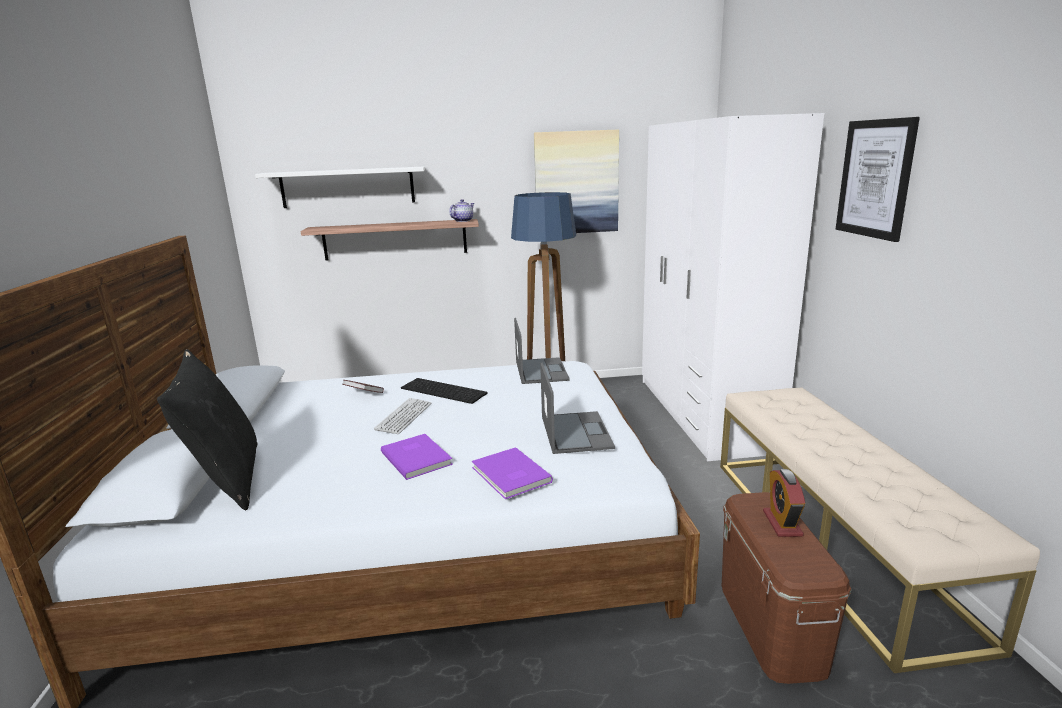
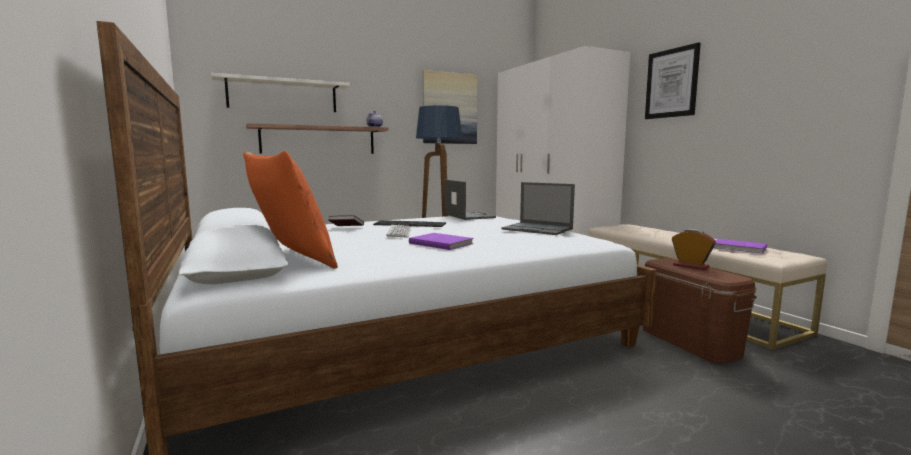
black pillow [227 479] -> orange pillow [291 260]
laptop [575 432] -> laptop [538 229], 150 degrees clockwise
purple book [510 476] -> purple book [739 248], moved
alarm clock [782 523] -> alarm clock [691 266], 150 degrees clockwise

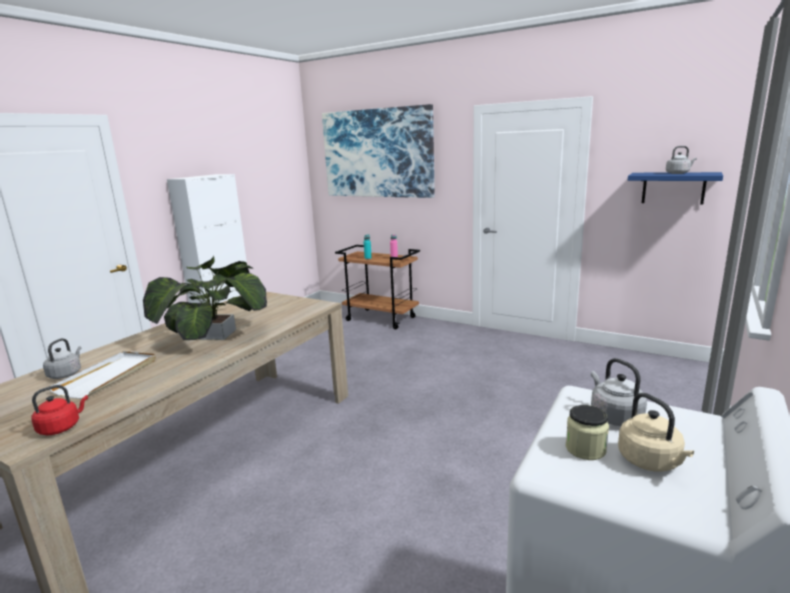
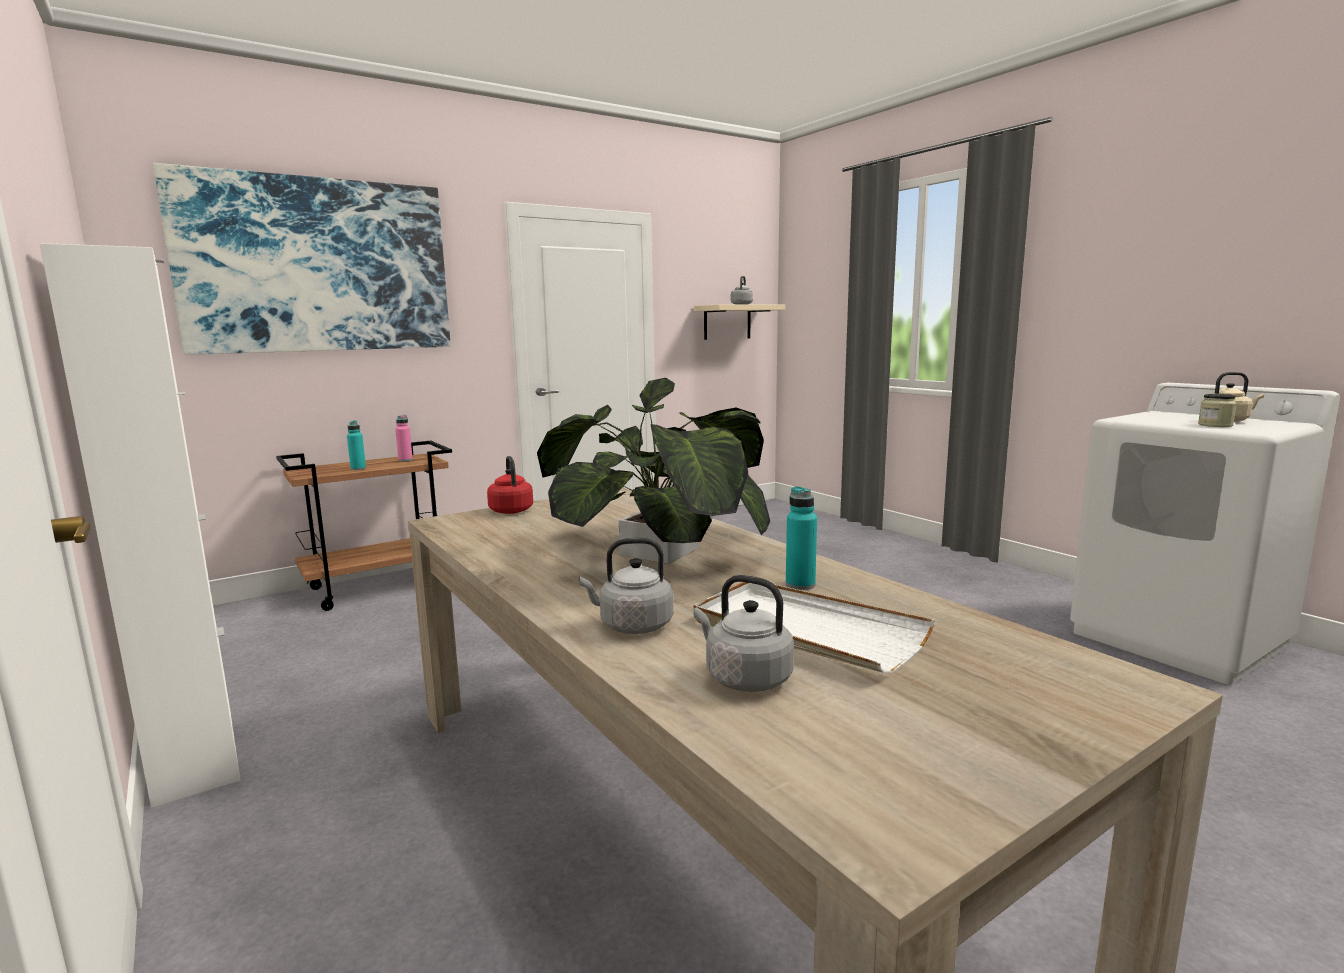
blue shelf [673 188] -> beige shelf [727 322]
grey kettle [614 416] -> grey kettle [632 626], moved
red kettle [61 427] -> red kettle [511 510], moved
none -> turquoise bottle [800 584]

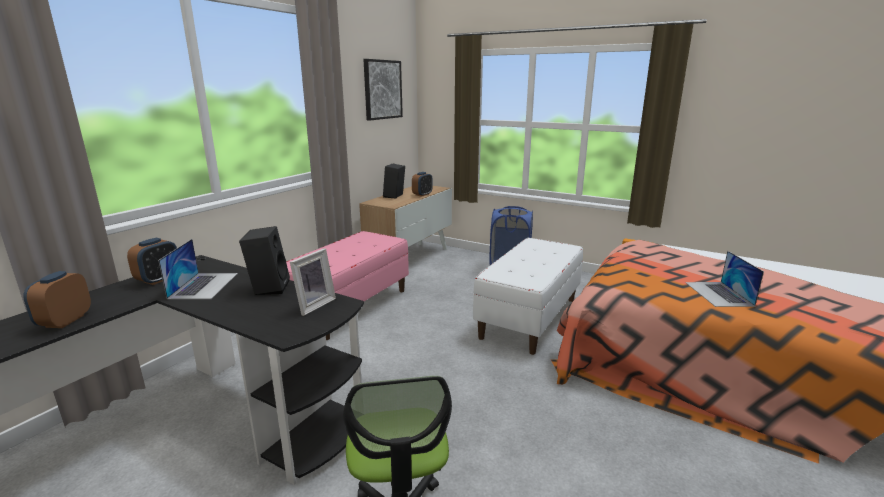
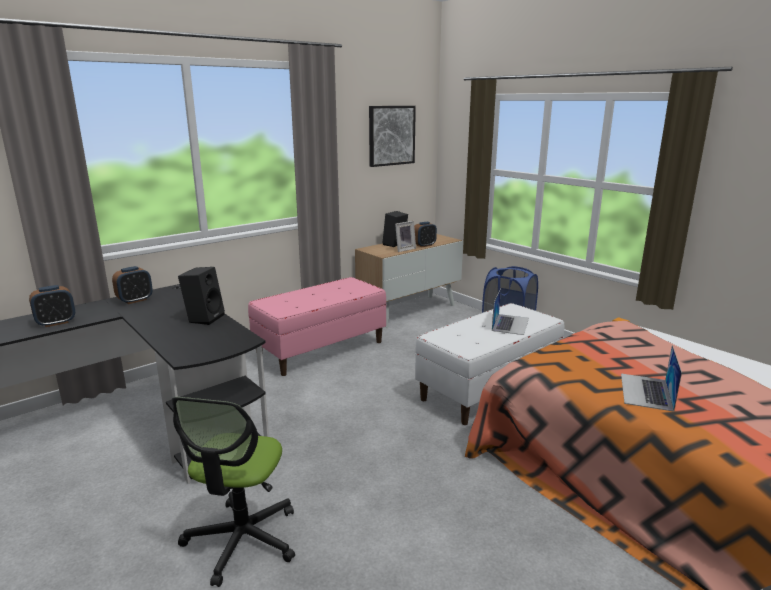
laptop [204 285] -> laptop [510 324], moved
picture frame [313 305] -> picture frame [404 249], moved
alarm clock [65 321] -> alarm clock [56 323], 150 degrees counterclockwise

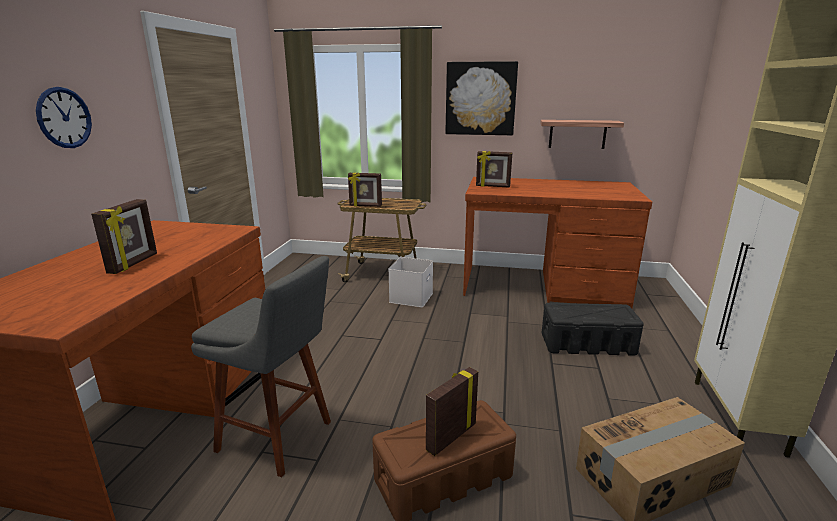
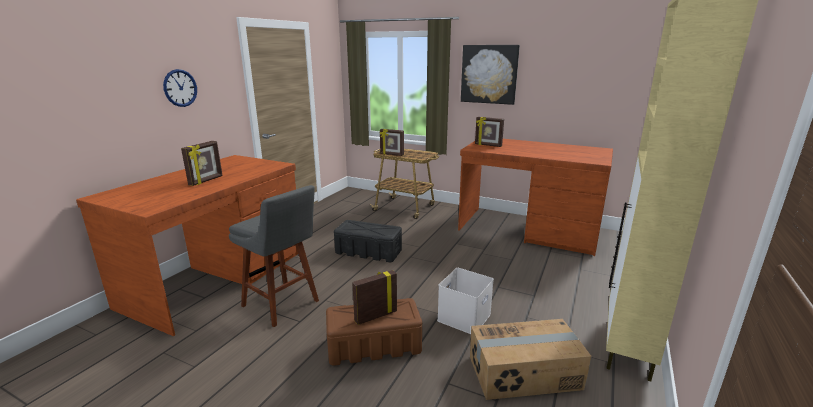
shelf [577 134] -> none
white storage box [411 298] -> white storage box [464 318], moved
black storage box [588 344] -> black storage box [369 252], moved

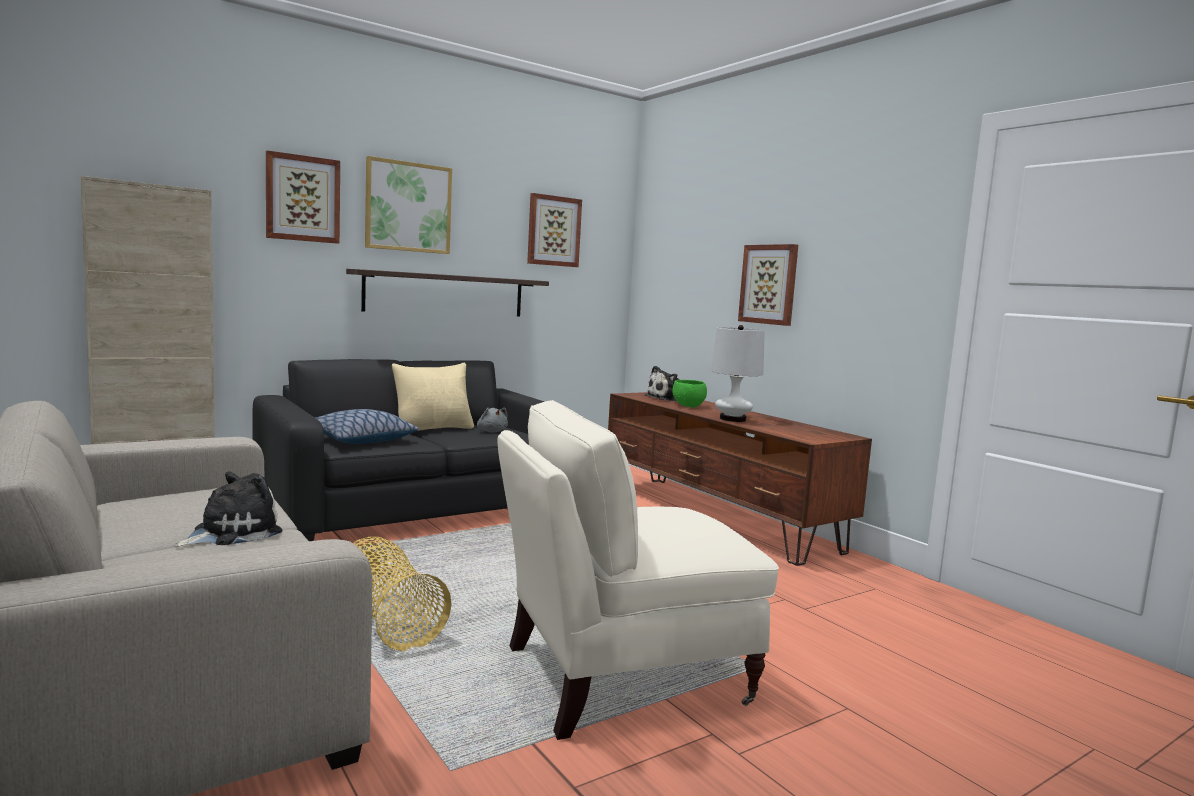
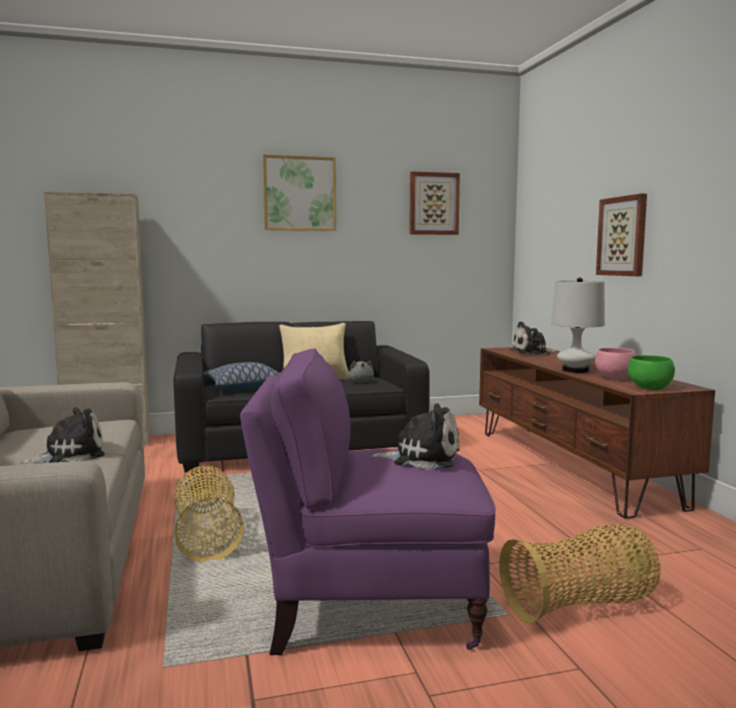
picture [302 198] -> none
shelf [445 294] -> none
green bowl [689 406] -> green bowl [650 389], moved
beige armchair [619 675] -> purple armchair [367 605]
none -> pink bowl [615 378]
none -> plush toy [422 458]
none -> basket [580 605]

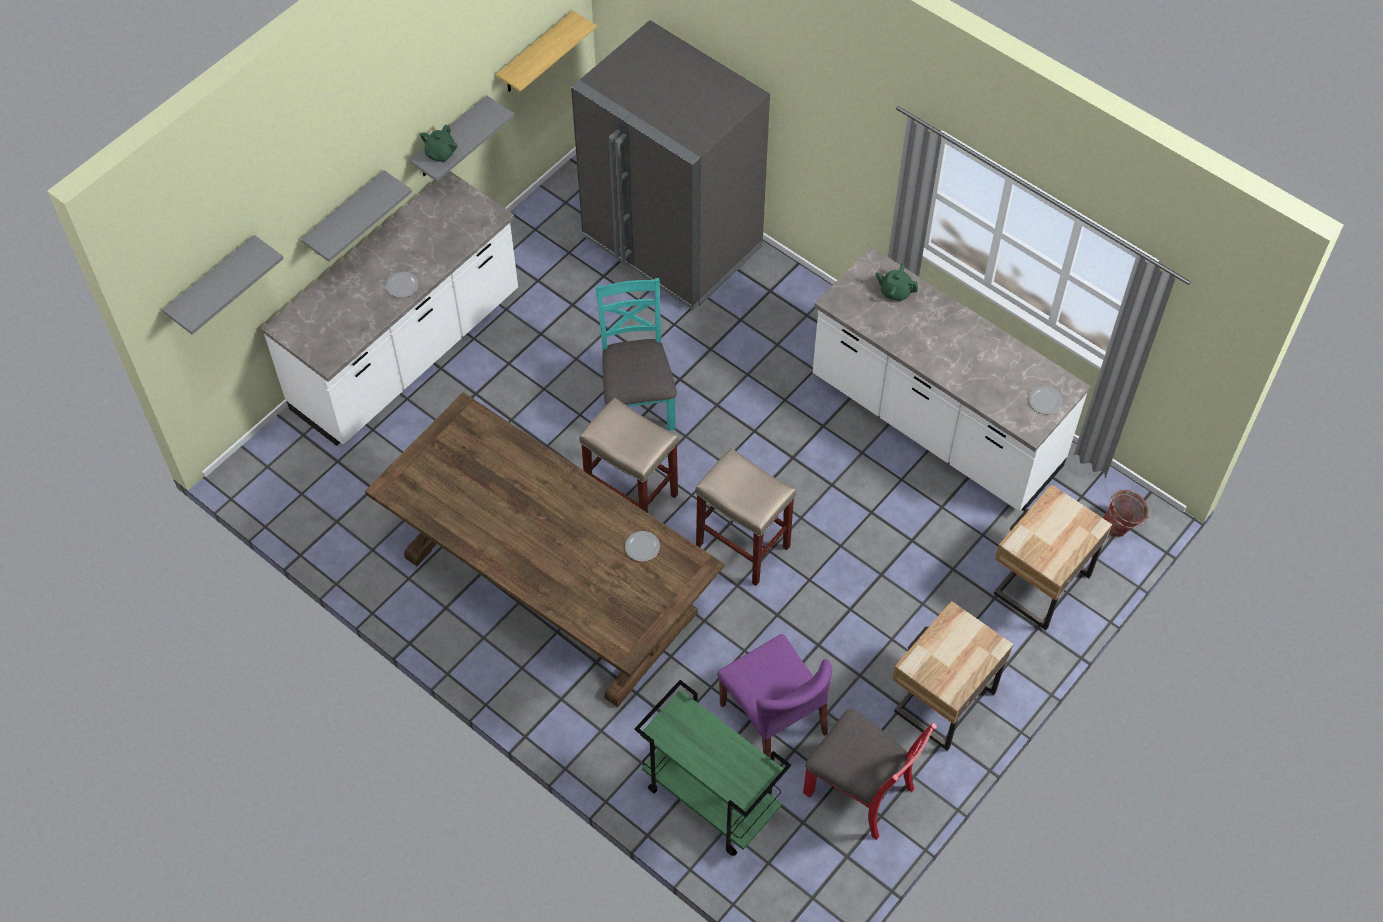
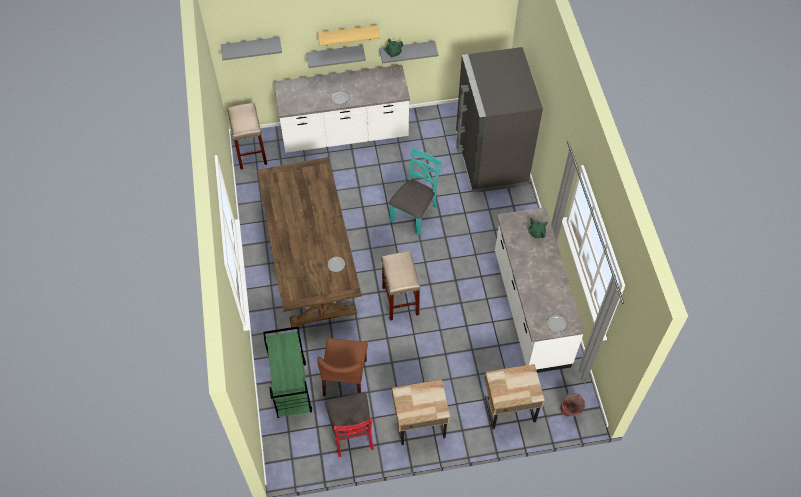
shelf [535 54] -> shelf [348 35], moved
beige stool [633 495] -> beige stool [251 153], moved
purple chair [774 719] -> brown chair [345 378]

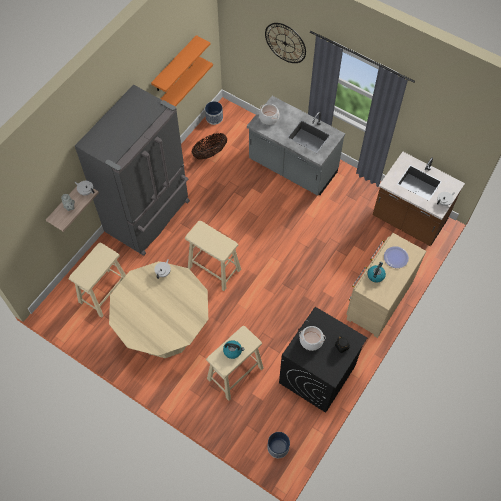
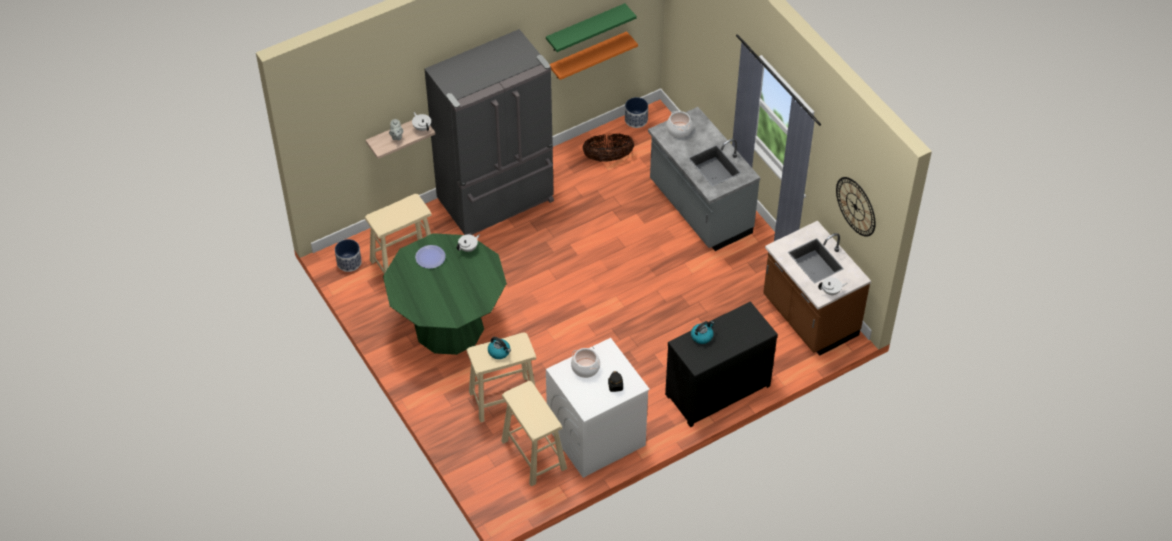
wall clock [285 43] -> wall clock [855 206], moved
orange shelf [174 65] -> green shelf [585 28]
beige stool [214 269] -> beige stool [534 455], moved
beige dresser [377 300] -> black dresser [715 388]
plate [396 257] -> plate [430 257], moved
beige dining table [165 332] -> green dining table [449 327]
black washing machine [317 375] -> white washing machine [596 437]
planter [278 447] -> planter [349 262], moved

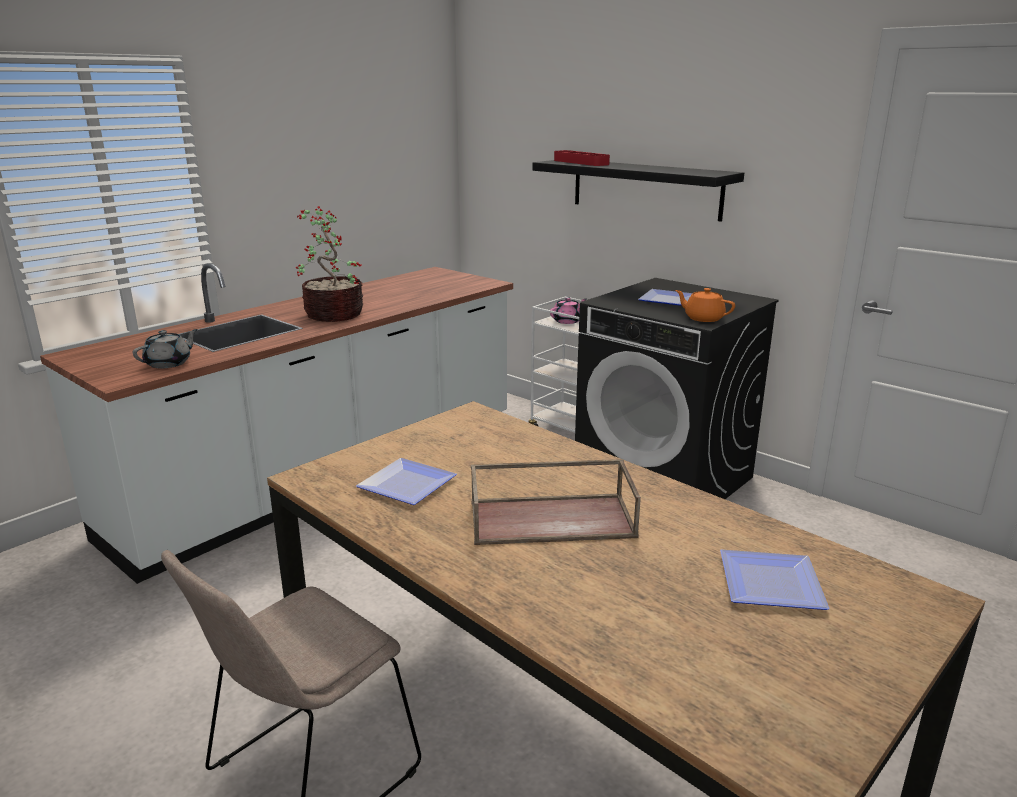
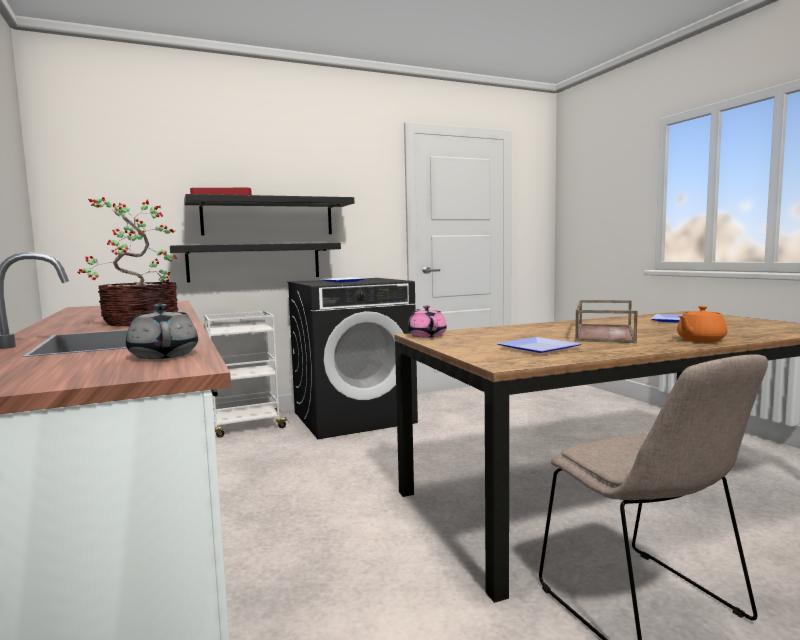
orange teapot [703 318] -> orange teapot [700 340], moved
pink teapot [567 321] -> pink teapot [427 335], moved
none -> black shelf [255 262]

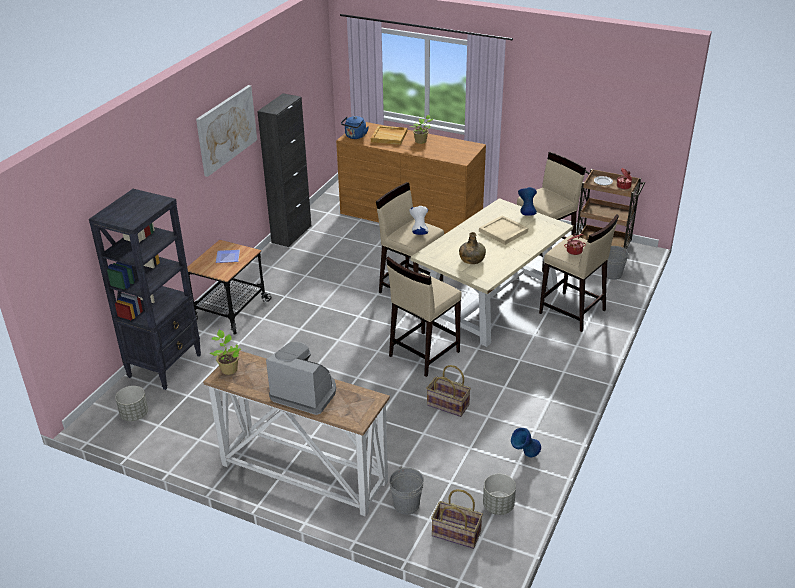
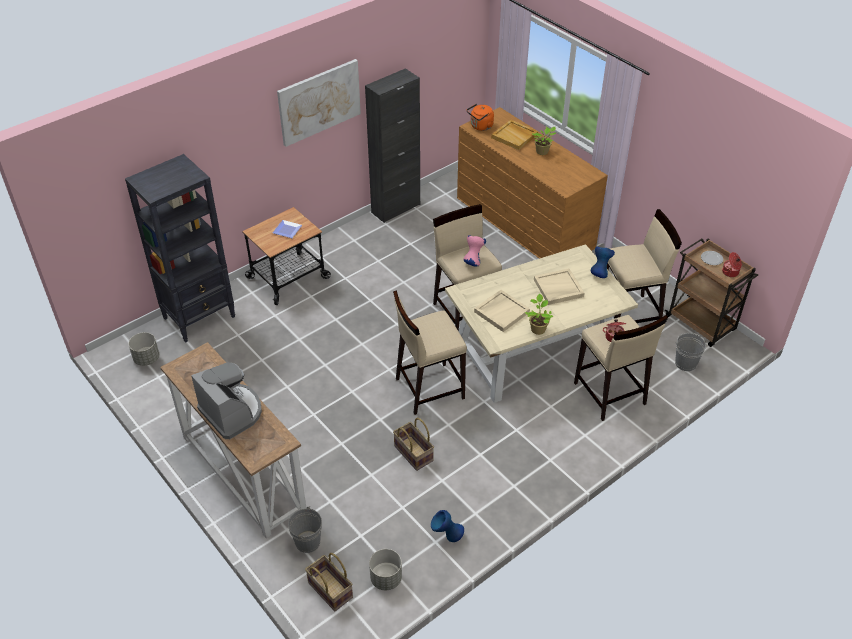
blue kettle [355 136] -> orange kettle [480 127]
white vase [419 232] -> pink vase [473 261]
green bottle [472 259] -> beige tray [501 312]
potted plant [228 369] -> potted plant [538 329], moved

